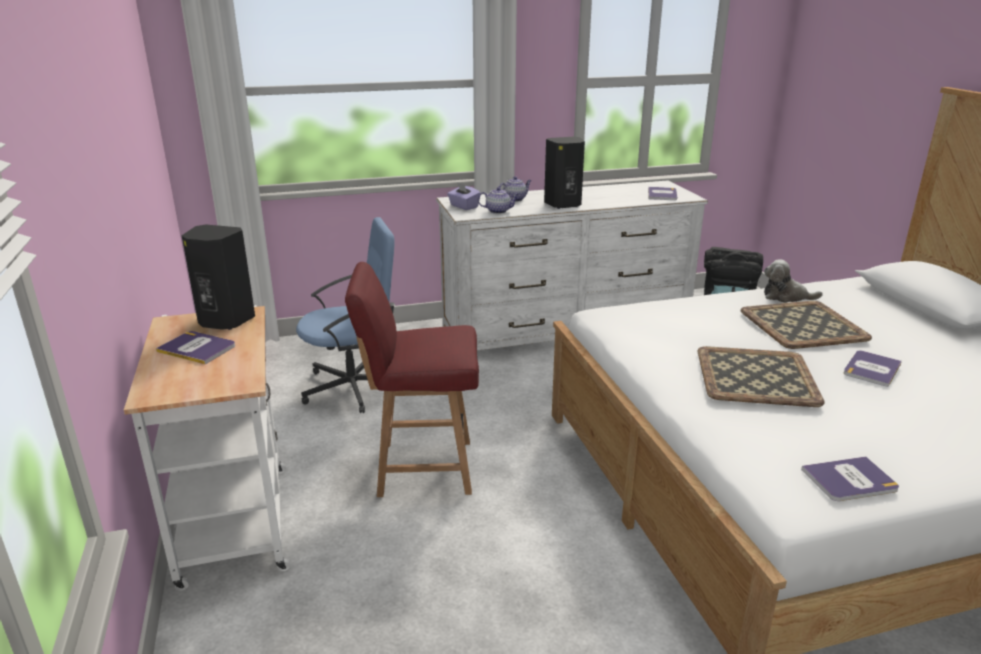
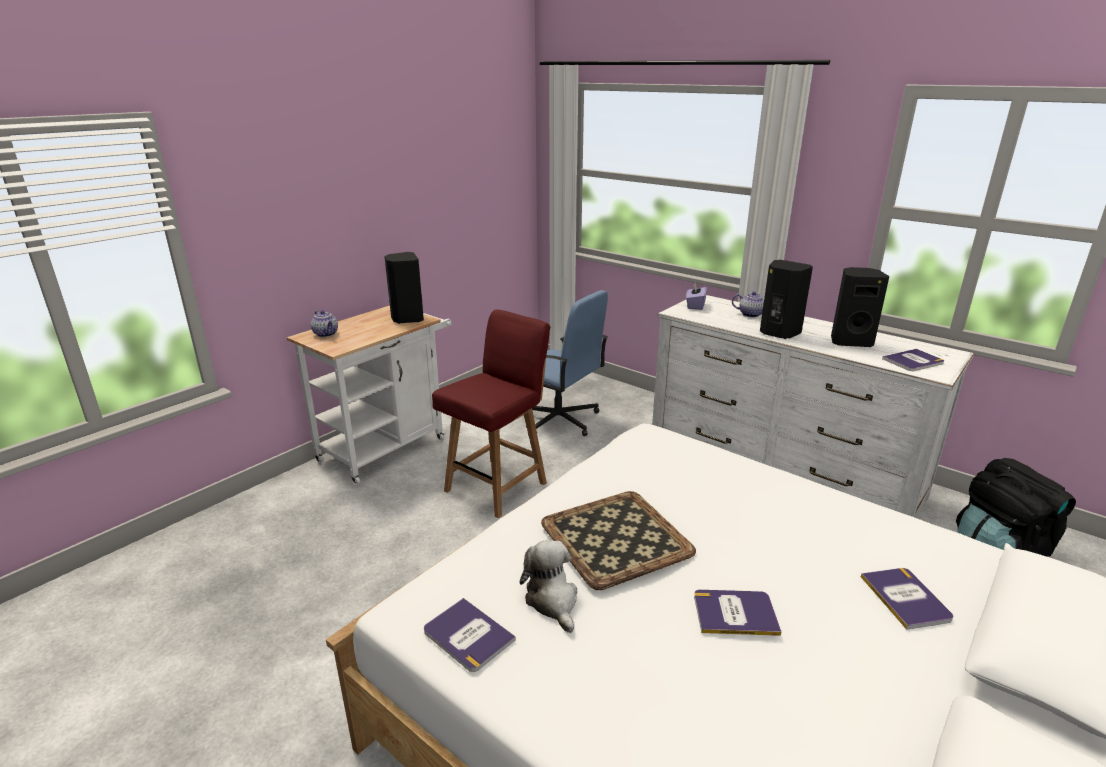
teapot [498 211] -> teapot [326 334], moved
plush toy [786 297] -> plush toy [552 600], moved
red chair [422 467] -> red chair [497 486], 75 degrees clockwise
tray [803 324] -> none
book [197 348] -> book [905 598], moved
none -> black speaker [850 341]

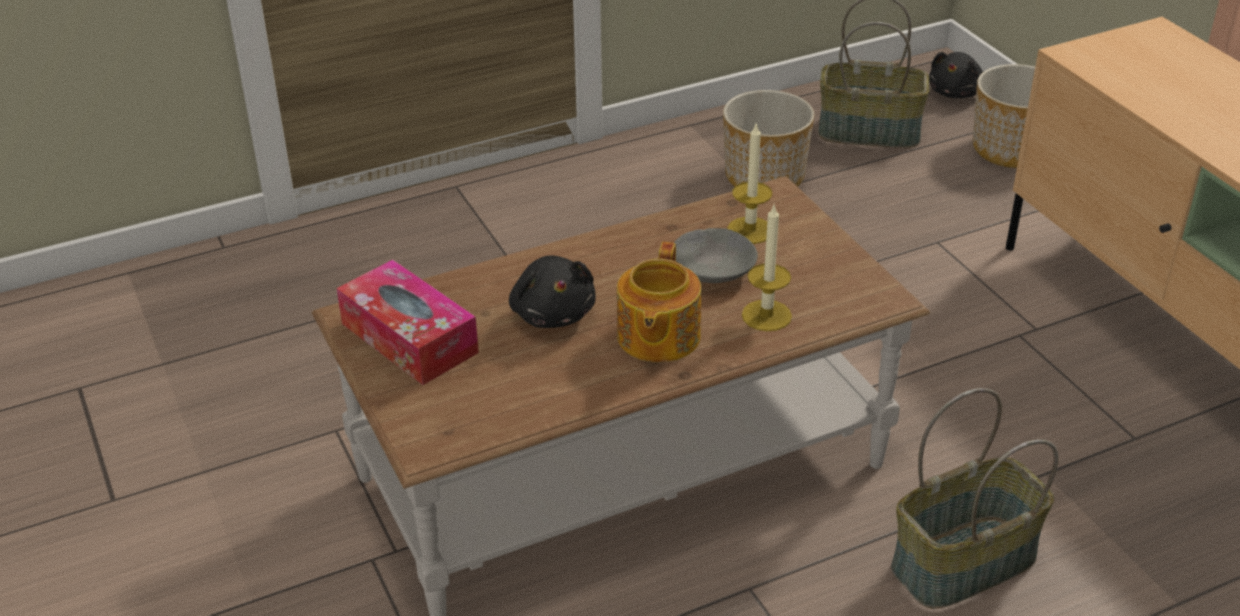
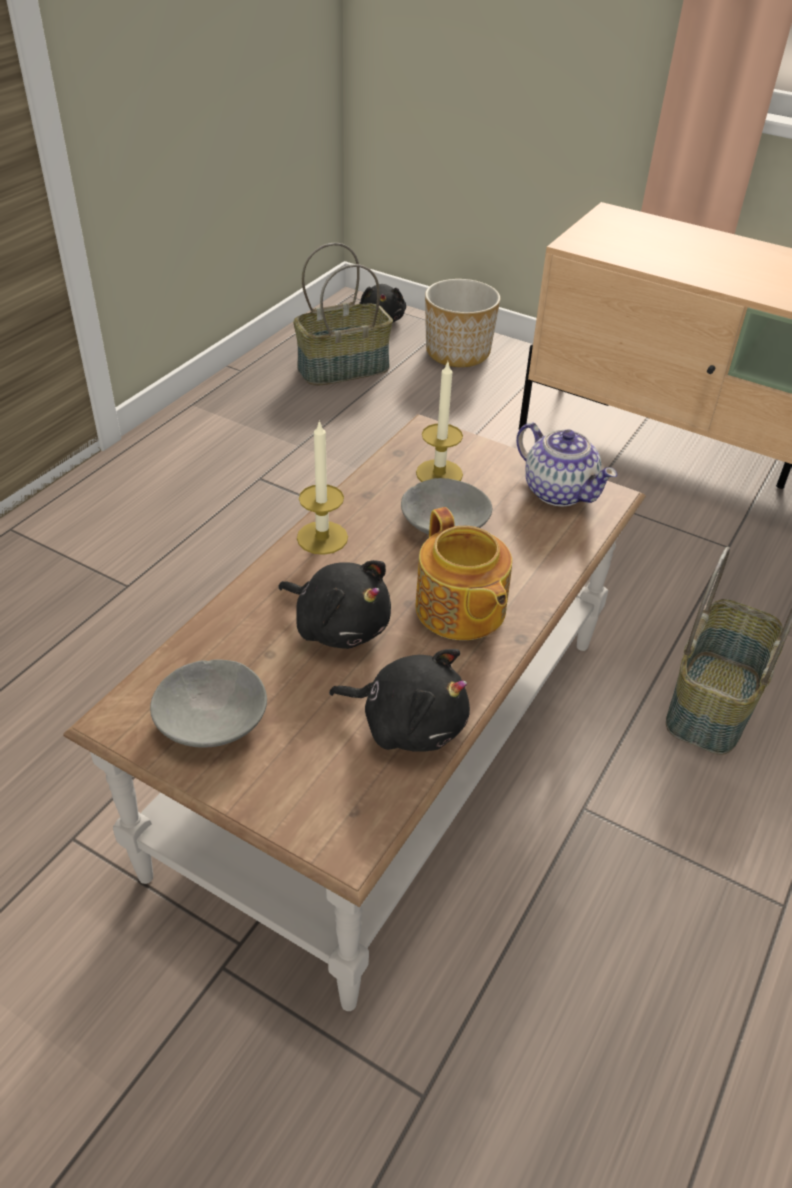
planter [765 177] -> none
candle [766 315] -> candle [322 537], moved
tissue box [409 338] -> grey bowl [213 718]
none -> teapot [558 491]
none -> black plush toy [408 723]

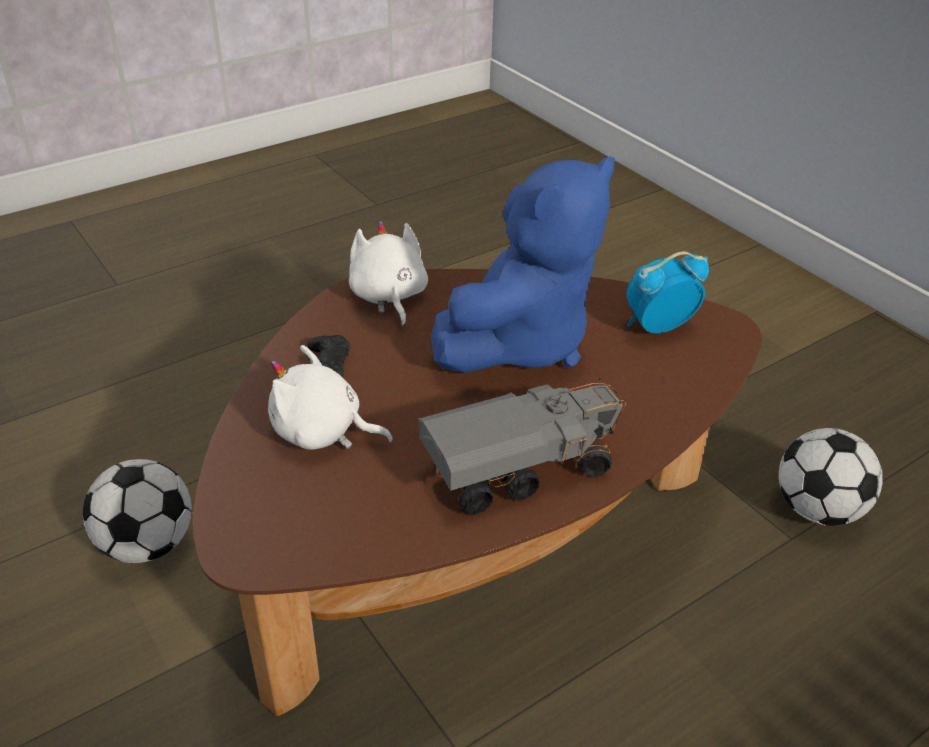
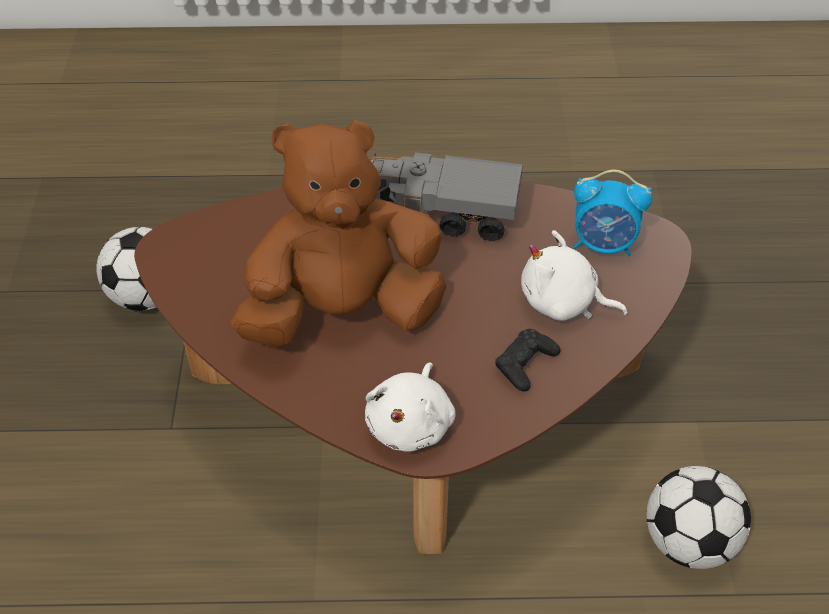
blue plush toy [520 342] -> brown plush toy [343 311]
alarm clock [657 327] -> alarm clock [604 244], moved
white plush toy [322 432] -> white plush toy [563 303], 150 degrees clockwise

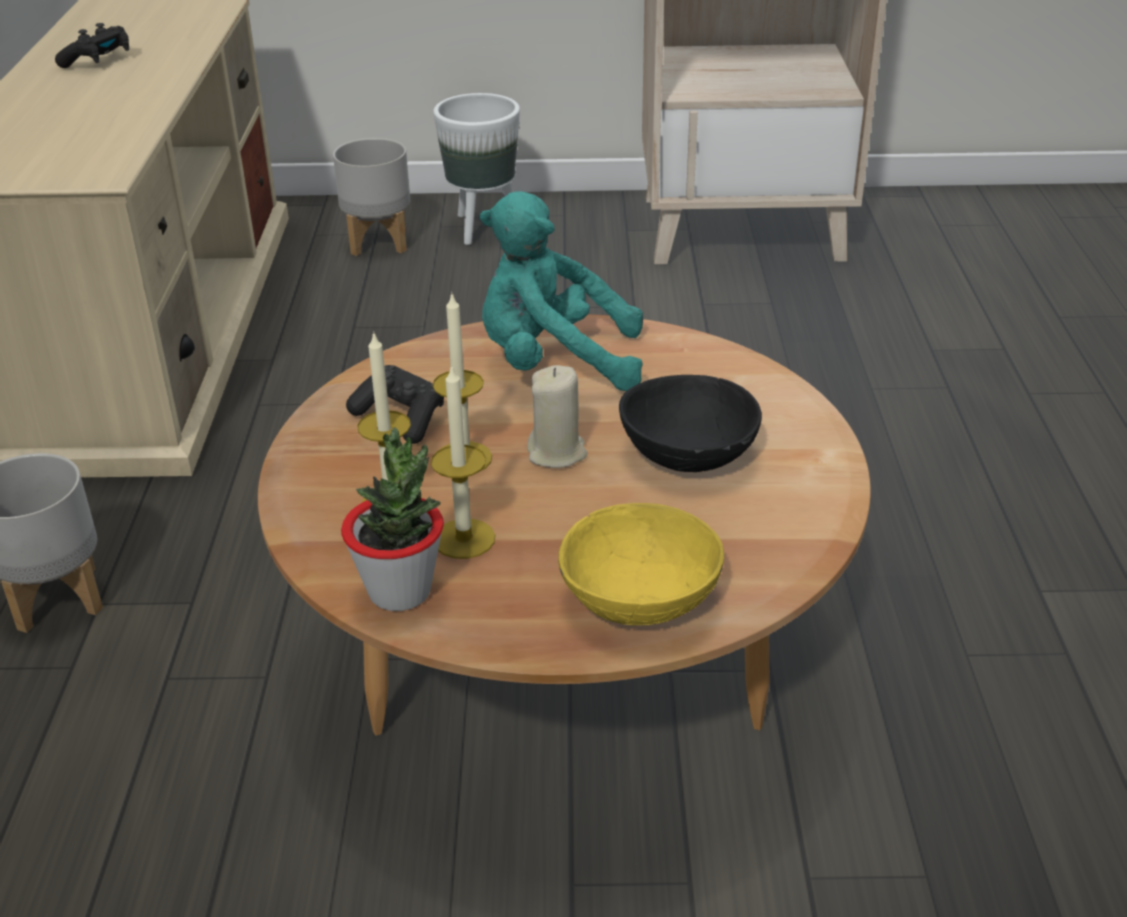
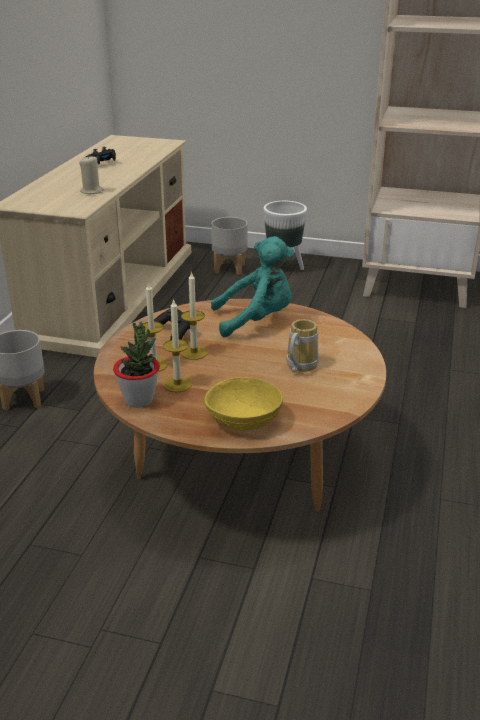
turquoise plush toy [554 364] -> turquoise plush toy [256 320], 150 degrees clockwise
beige candle [557 453] -> beige candle [92 191], moved
black bowl [688 453] -> mug [298 366]

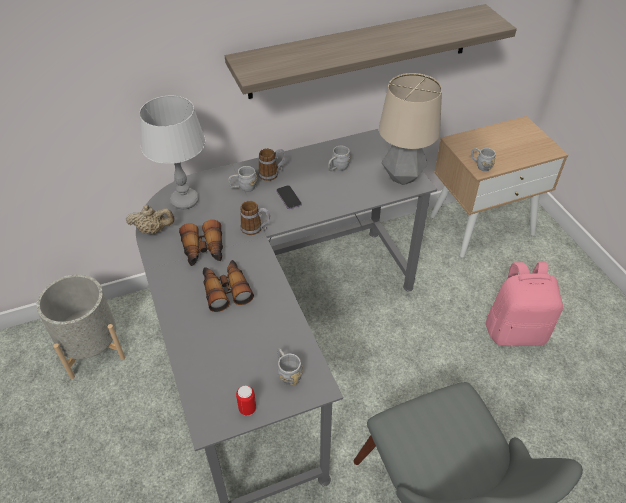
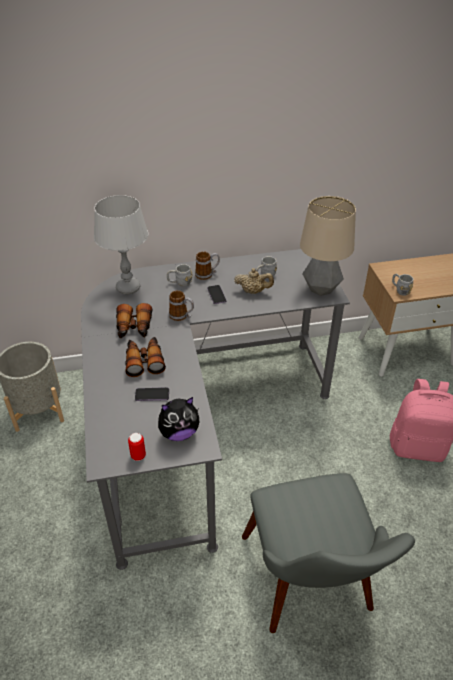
shelf [361 51] -> none
beige teapot [153 230] -> beige teapot [253 291], moved
grey mug [287 373] -> plush toy [179 433]
none -> phone [152 395]

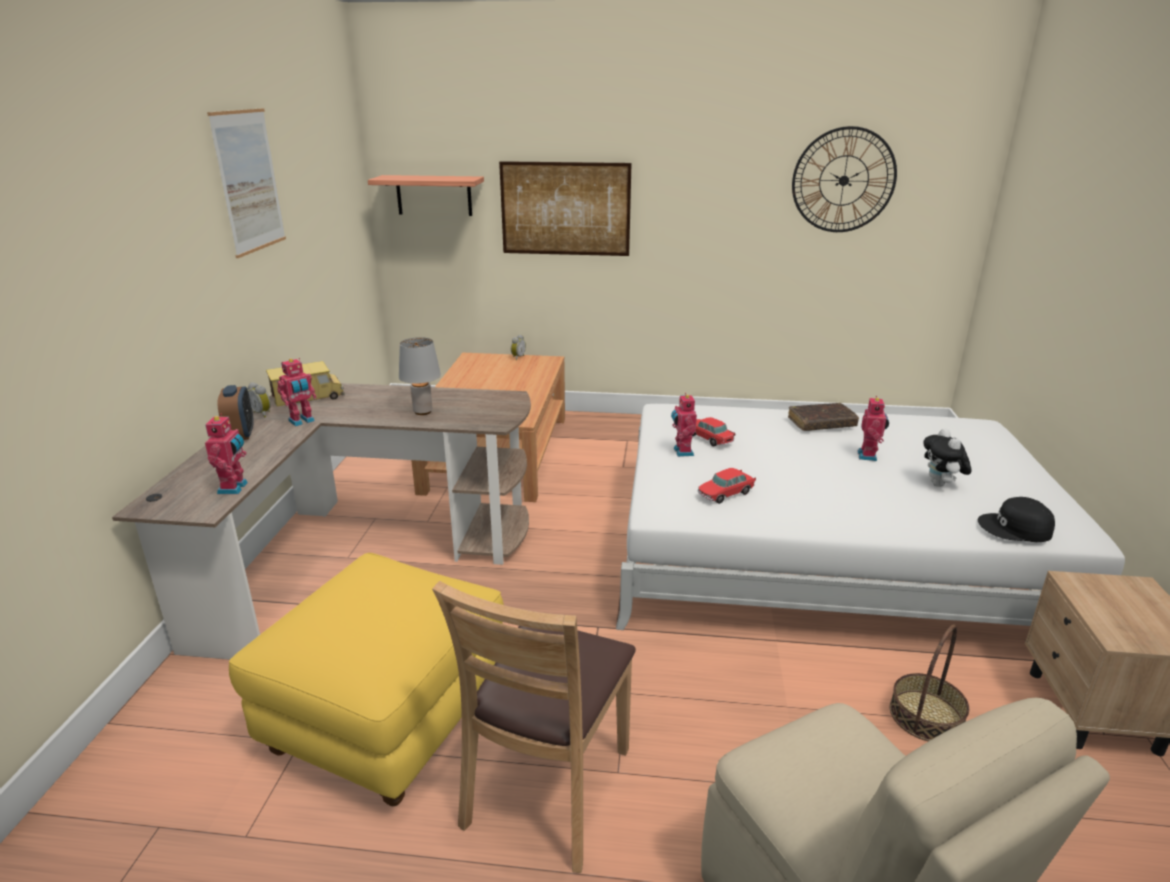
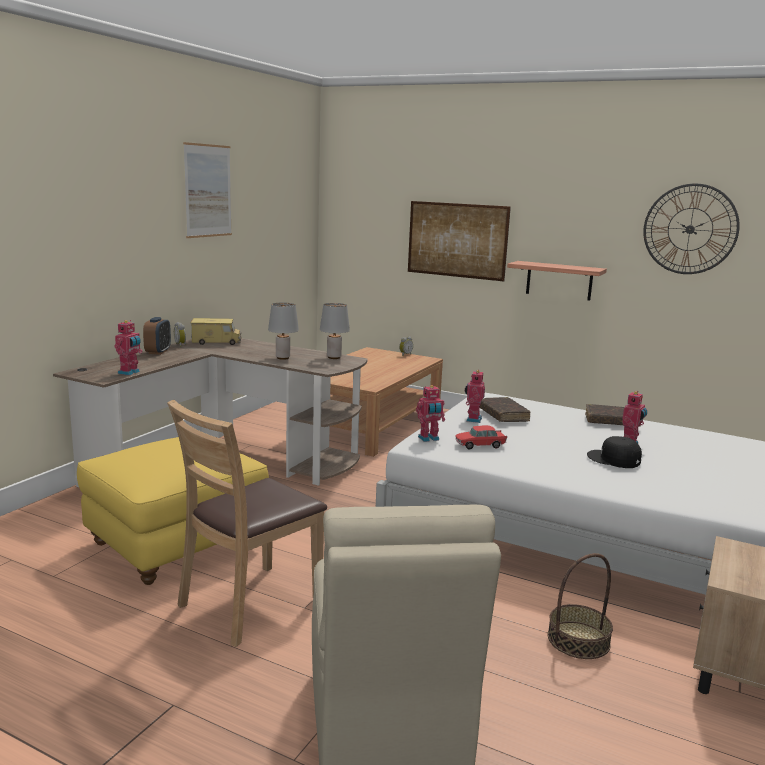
shelf [434 195] -> shelf [559 280], moved
toy robot [302 421] -> toy robot [429 439], moved
toy car [709 438] -> brown book [503 415]
plush toy [940 485] -> none
black cap [1015 528] -> black cap [614 459], moved
none -> grey table lamp [333 357]

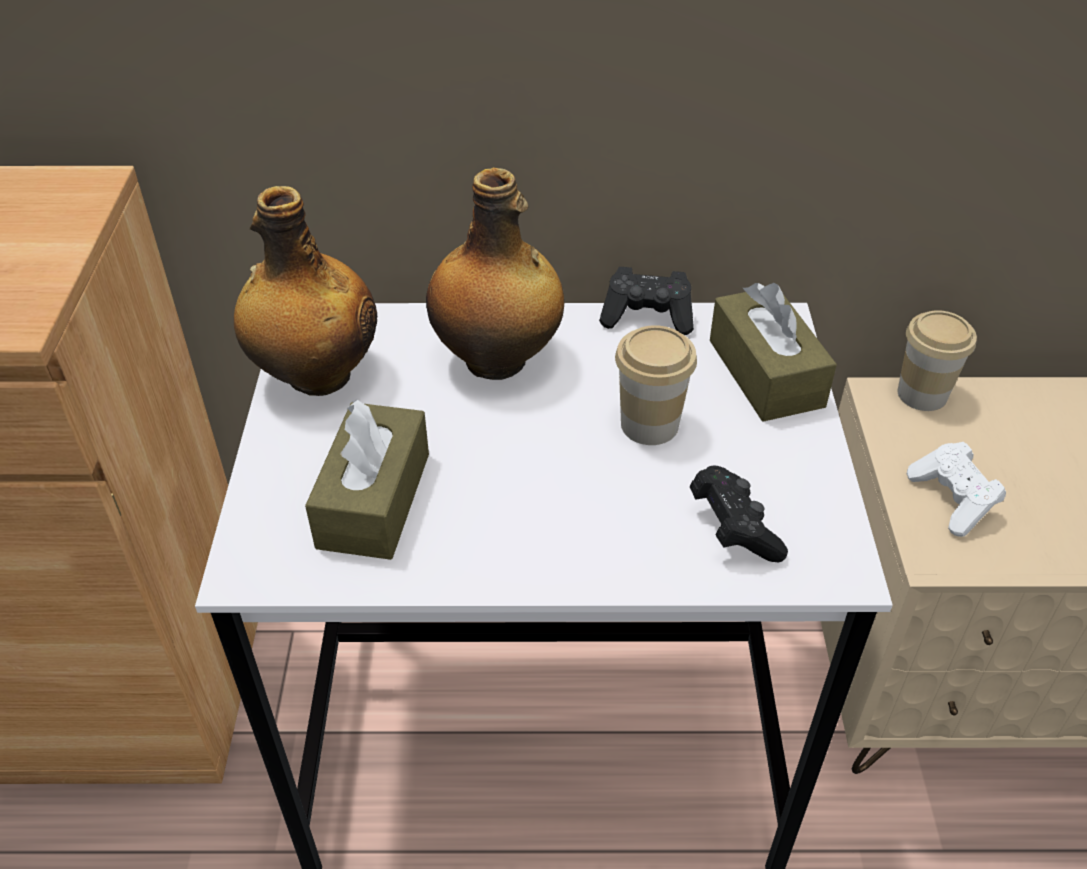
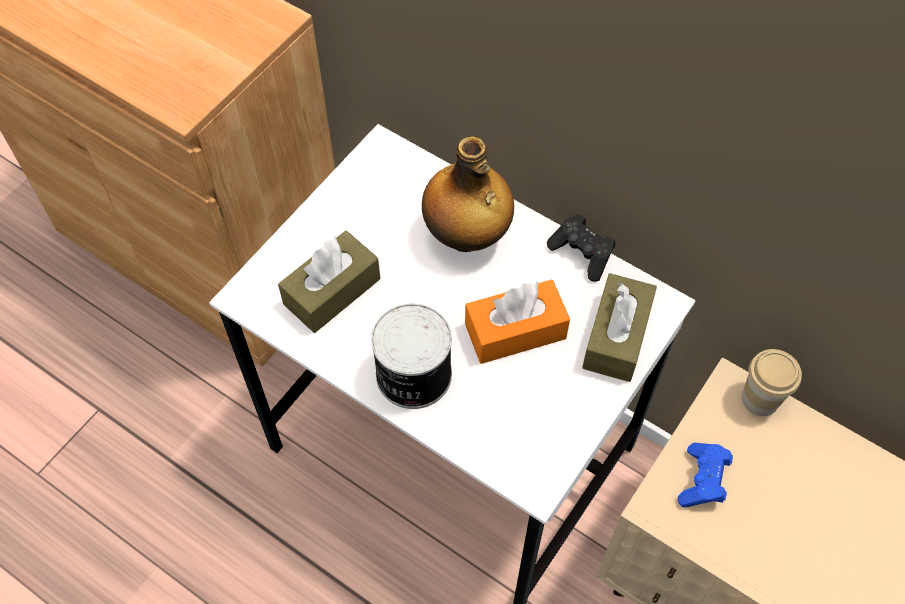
bottle [316 376] -> none
cup [649 425] -> orange tissue box [515 331]
white game controller [952 500] -> blue game controller [702 481]
black game controller [733 528] -> none
none -> can [412 376]

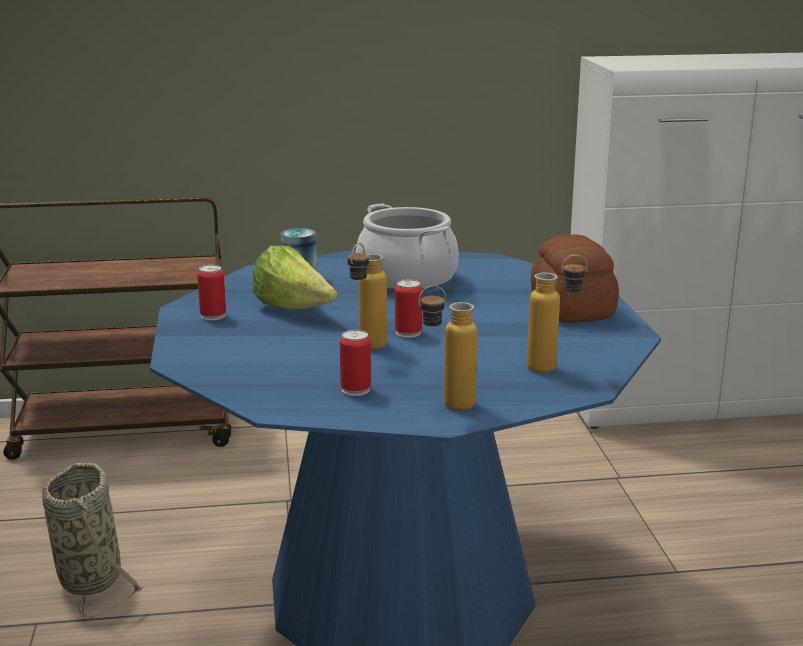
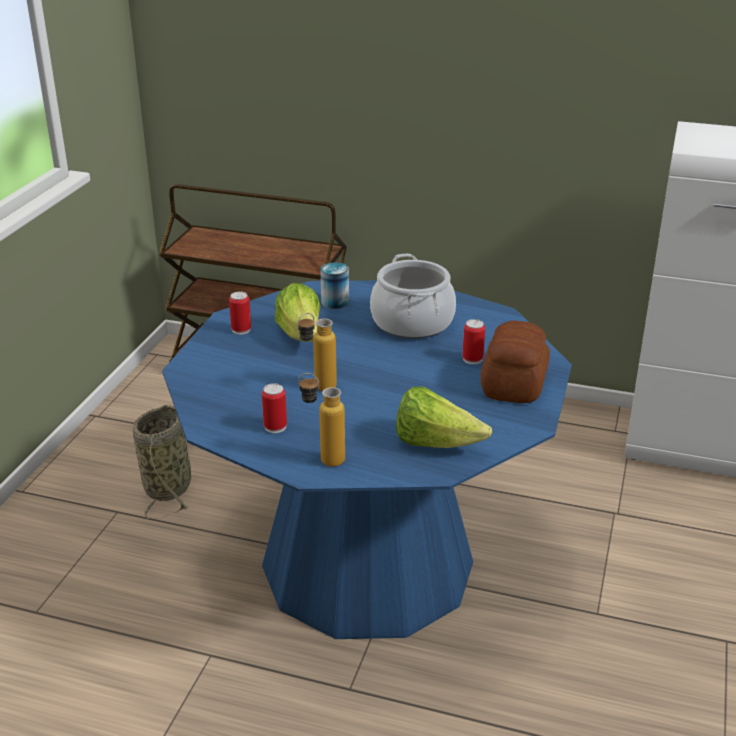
bottle [553 368] -> lettuce [435 443]
can [408 333] -> can [472 359], moved

